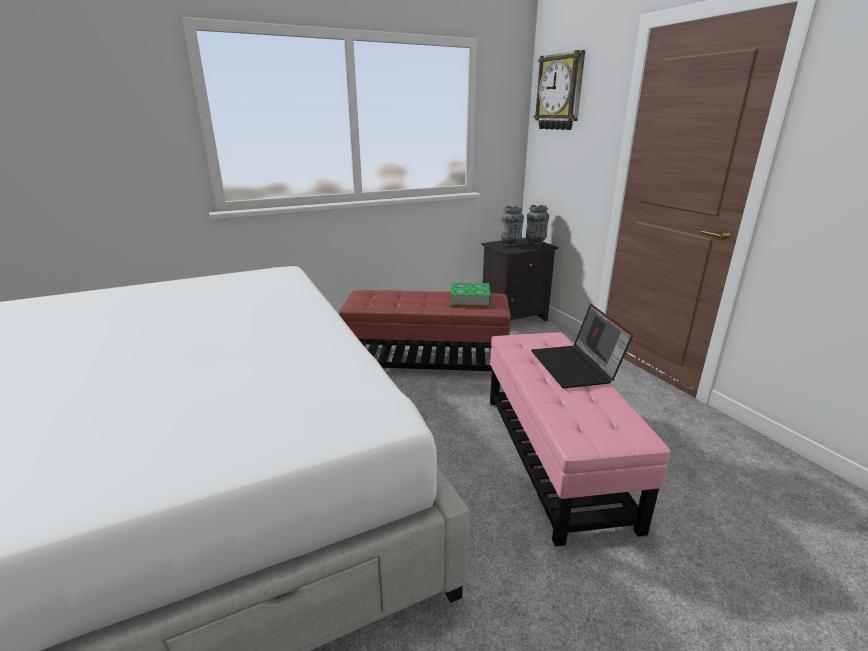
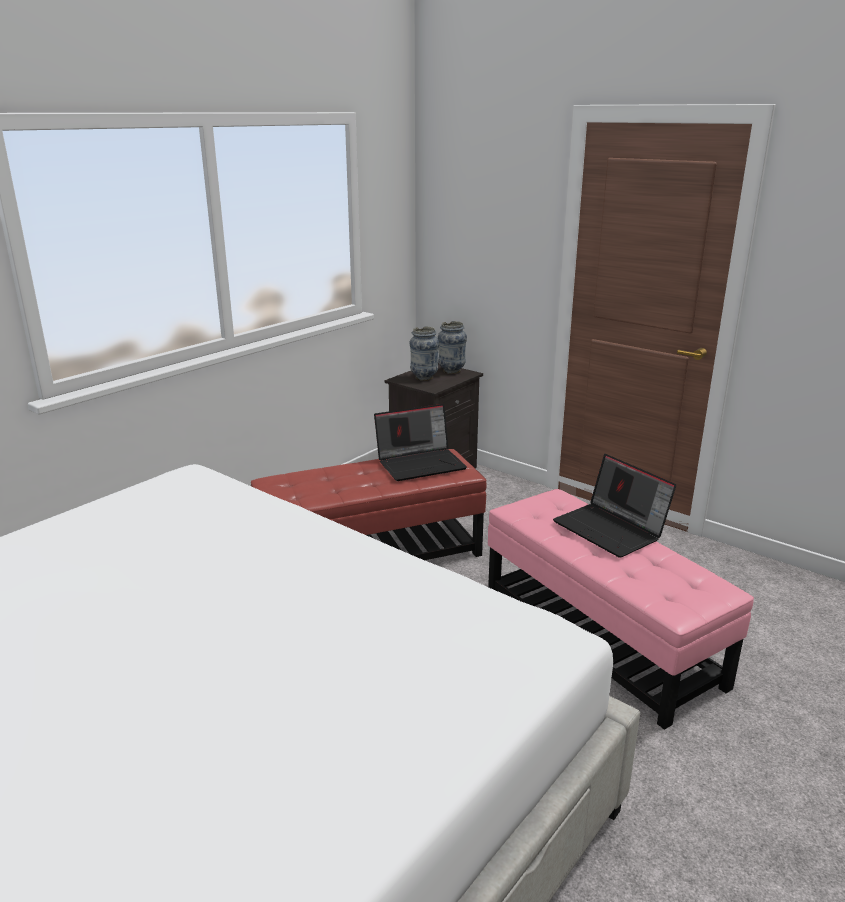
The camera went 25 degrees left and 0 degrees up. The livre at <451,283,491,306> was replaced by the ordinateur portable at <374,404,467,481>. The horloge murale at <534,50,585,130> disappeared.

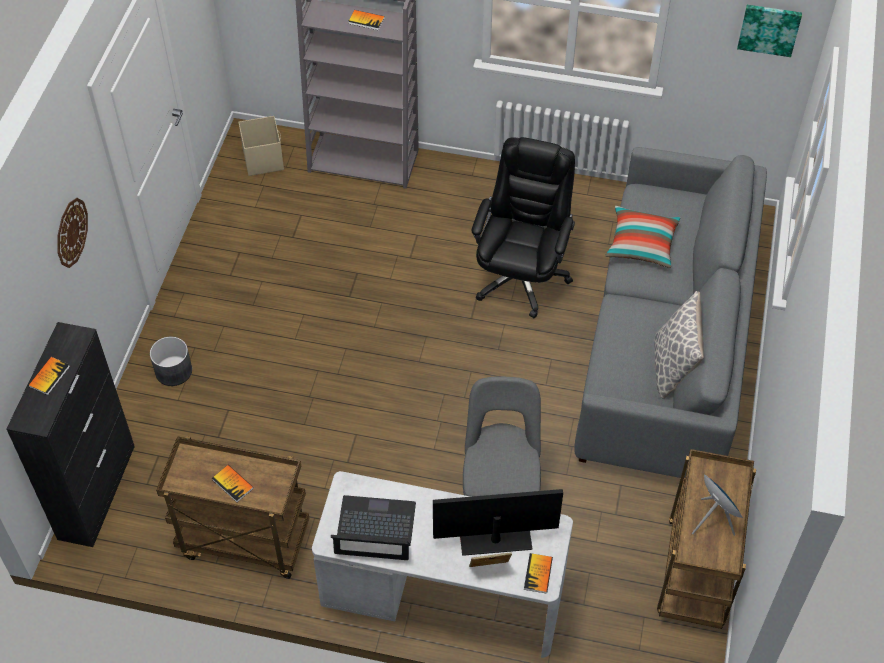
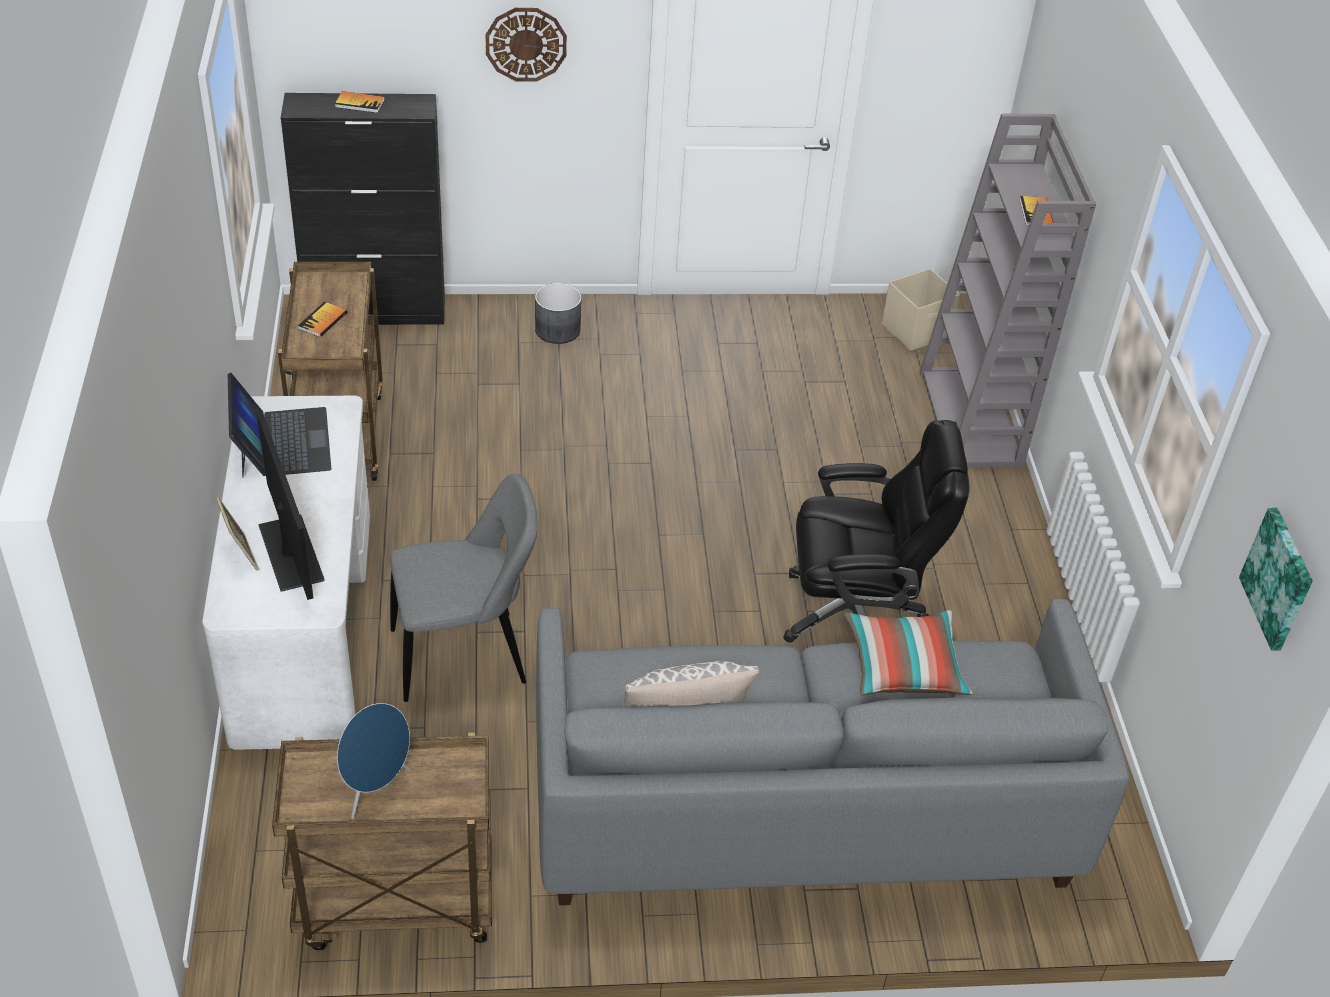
The camera went 70 degrees right and 10 degrees down. The livre at <524,553,553,594> disappeared.

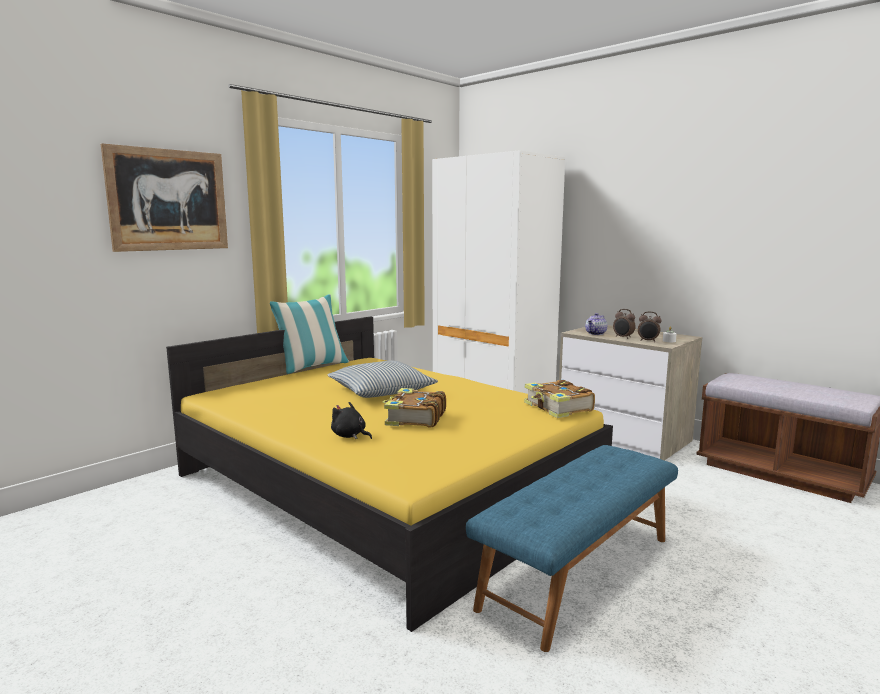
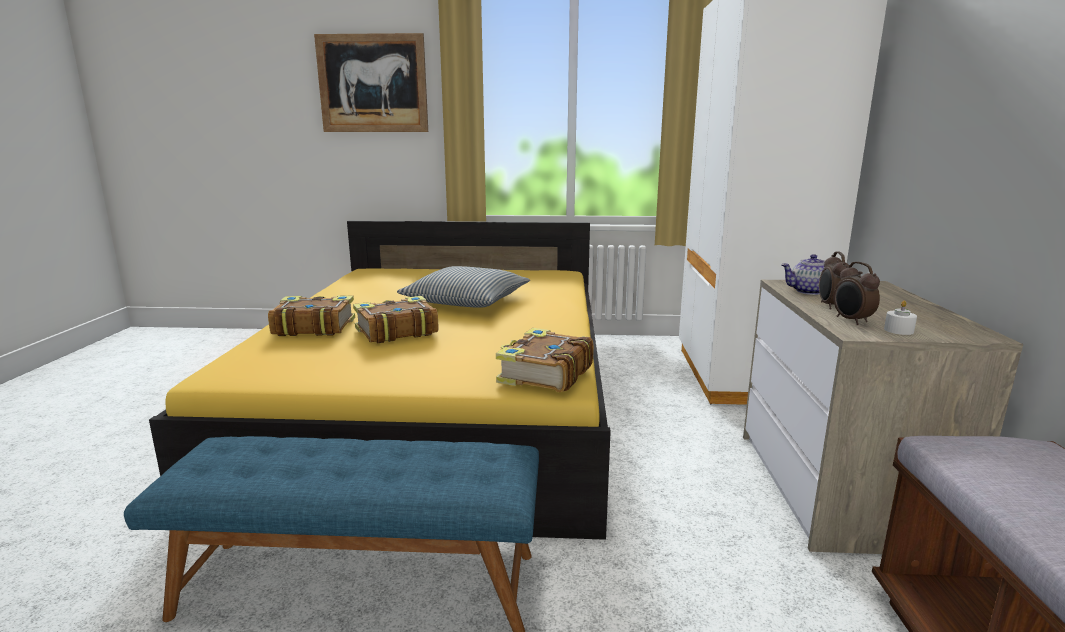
The camera went 50 degrees right and 5 degrees up. The peluche/noir at <331,402,372,439> was replaced by the livre at <268,295,355,336>. The coussin at <270,294,349,374> disappeared.

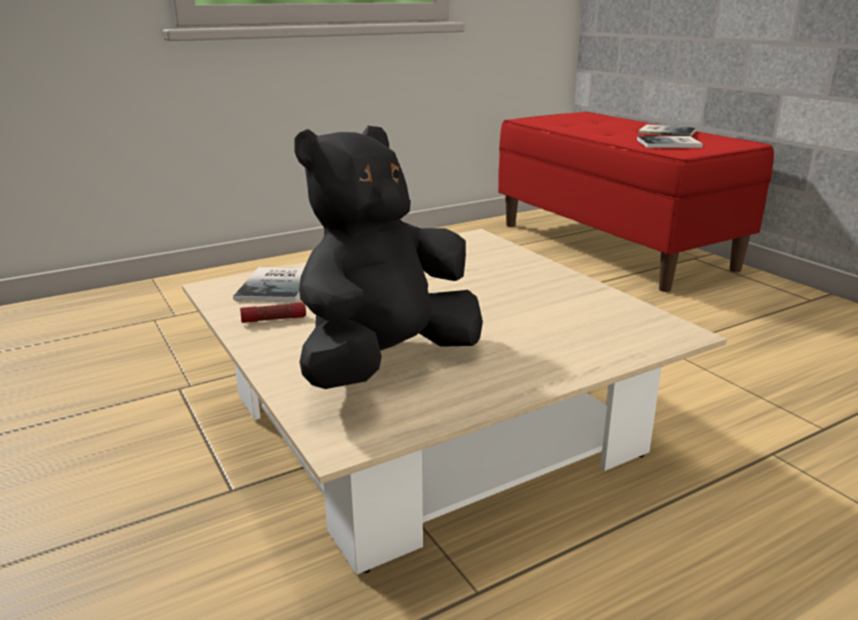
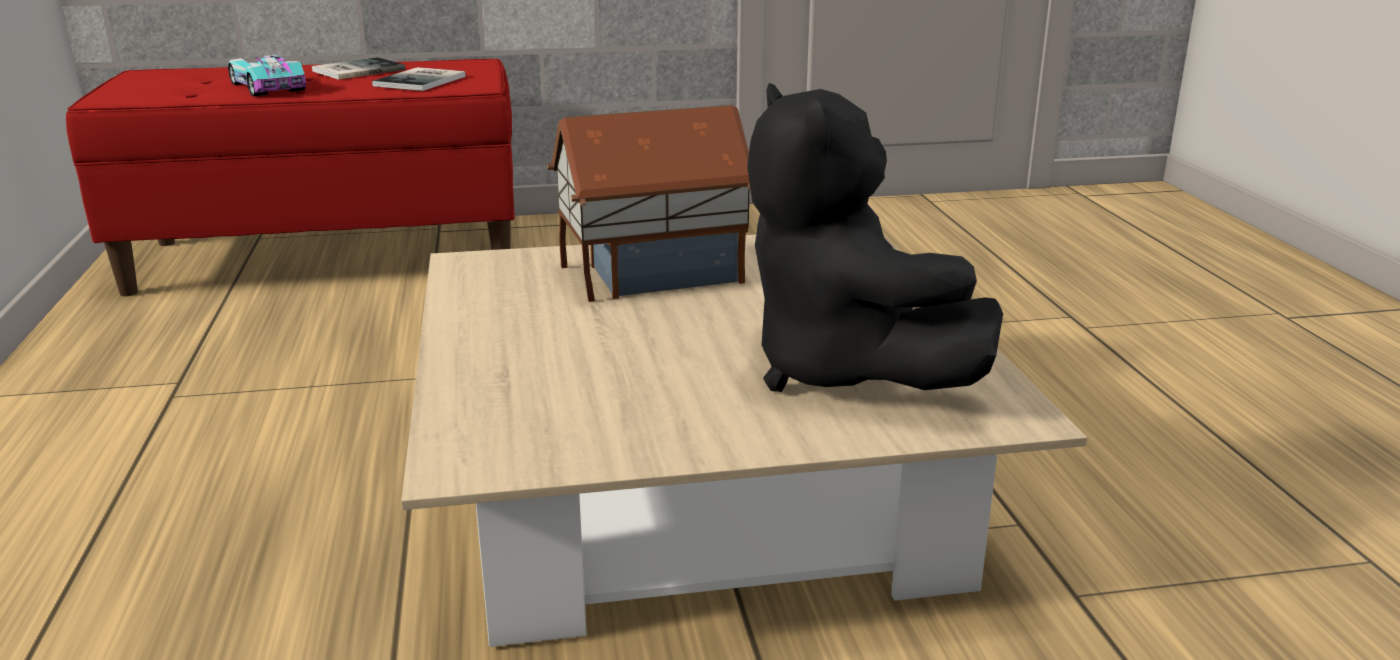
The camera went 70 degrees left and 0 degrees up. The petite voiture at <228,55,307,97> appeared. The maison miniature at <547,105,750,302> appeared. The livre at <233,267,304,302> disappeared. The lampe de poche at <240,302,306,323> disappeared.

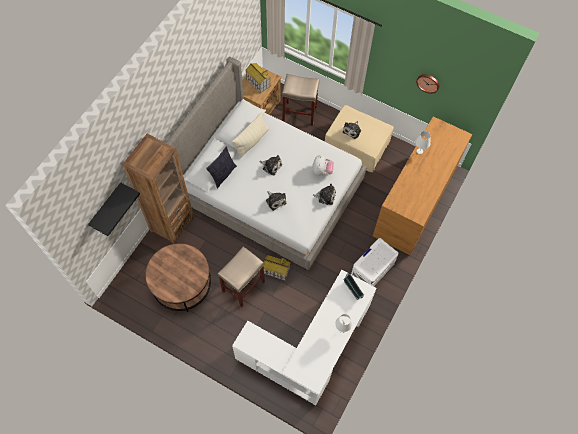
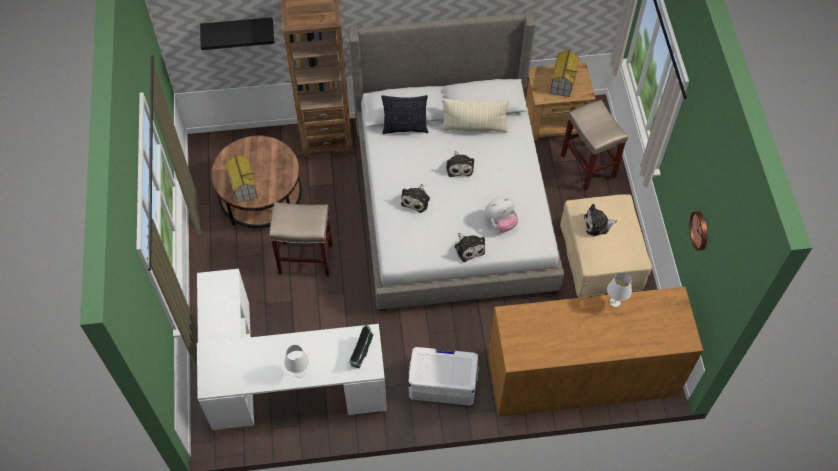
The camera went 55 degrees right and 5 degrees down. The maison miniature moved from <264,255,291,281> to <225,154,258,203>.

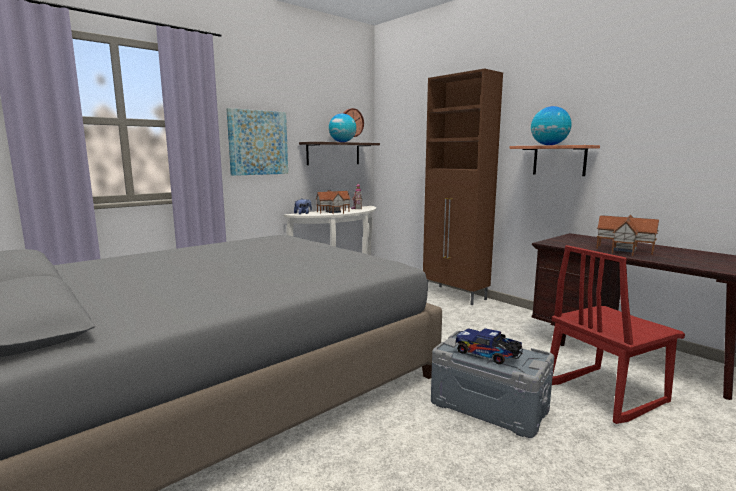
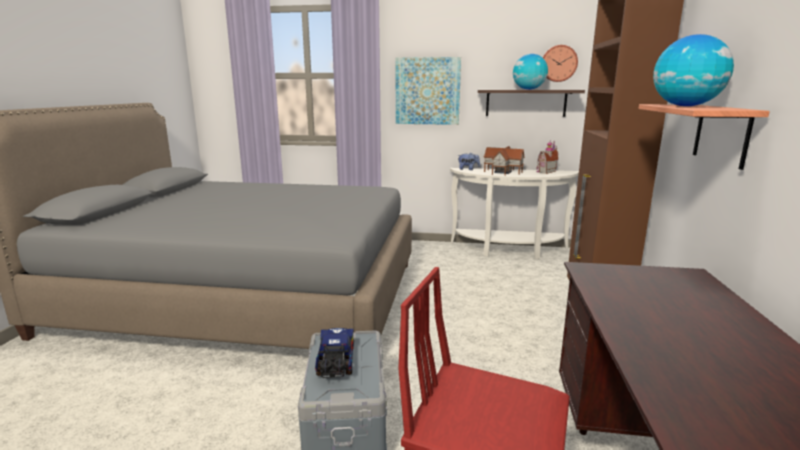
The camera went 50 degrees right and 5 degrees up. The maison miniature at <596,215,659,256> disappeared.

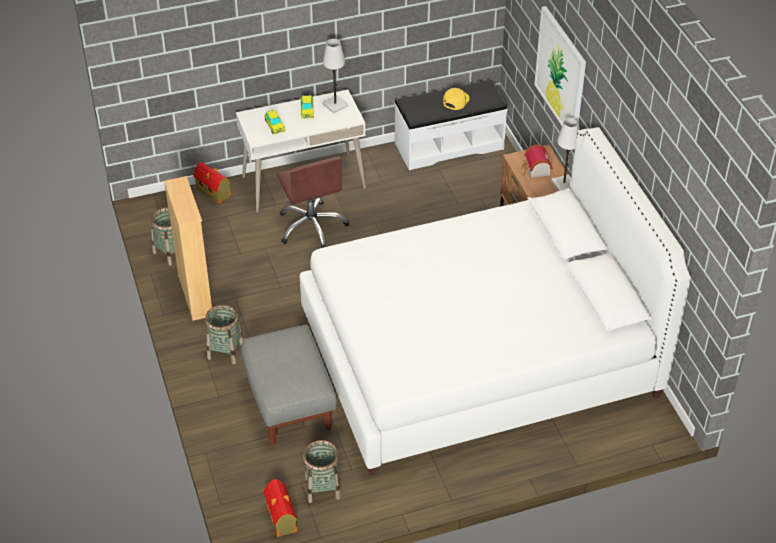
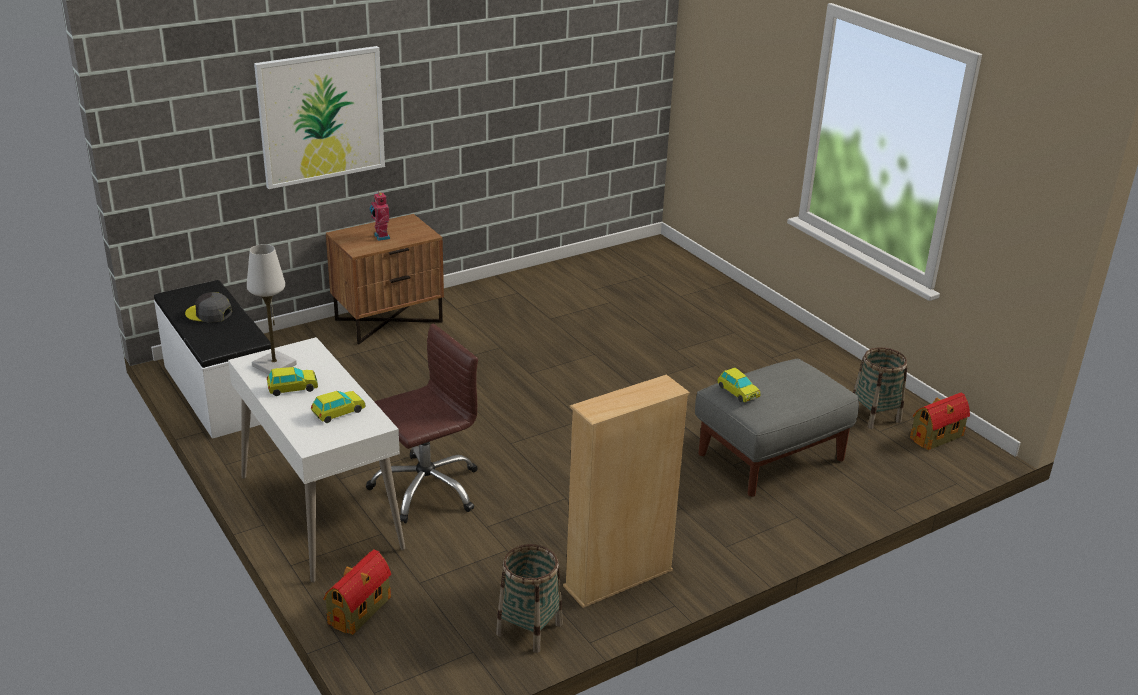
The camera went 105 degrees left and 15 degrees down. The casquette/jaune at <443,88,470,110> became the casquette/gris at <185,292,232,323>. The maison miniature at <521,145,553,178> was replaced by the robot jouet at <369,191,390,241>. The petite voiture at <718,367,761,402> appeared. The panier at <205,305,243,364> disappeared. The lit/blanc at <300,127,691,476> disappeared. The lampe de table/blanc at <551,118,580,191> disappeared.

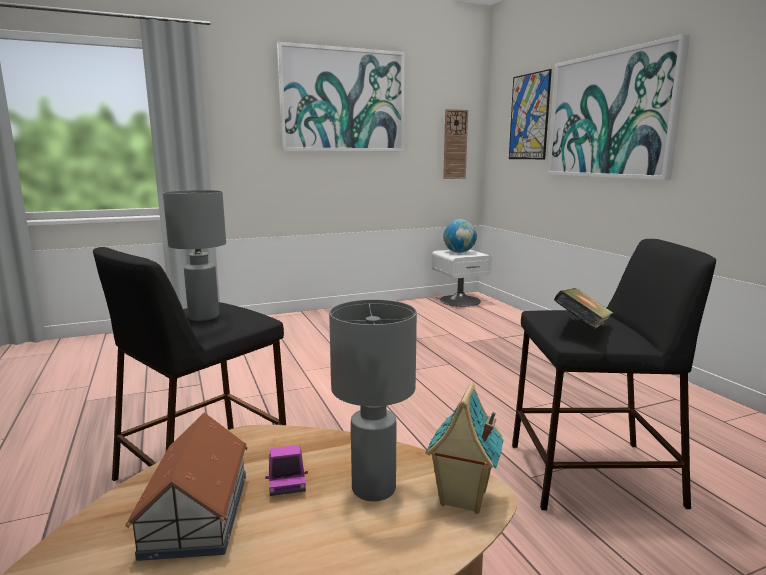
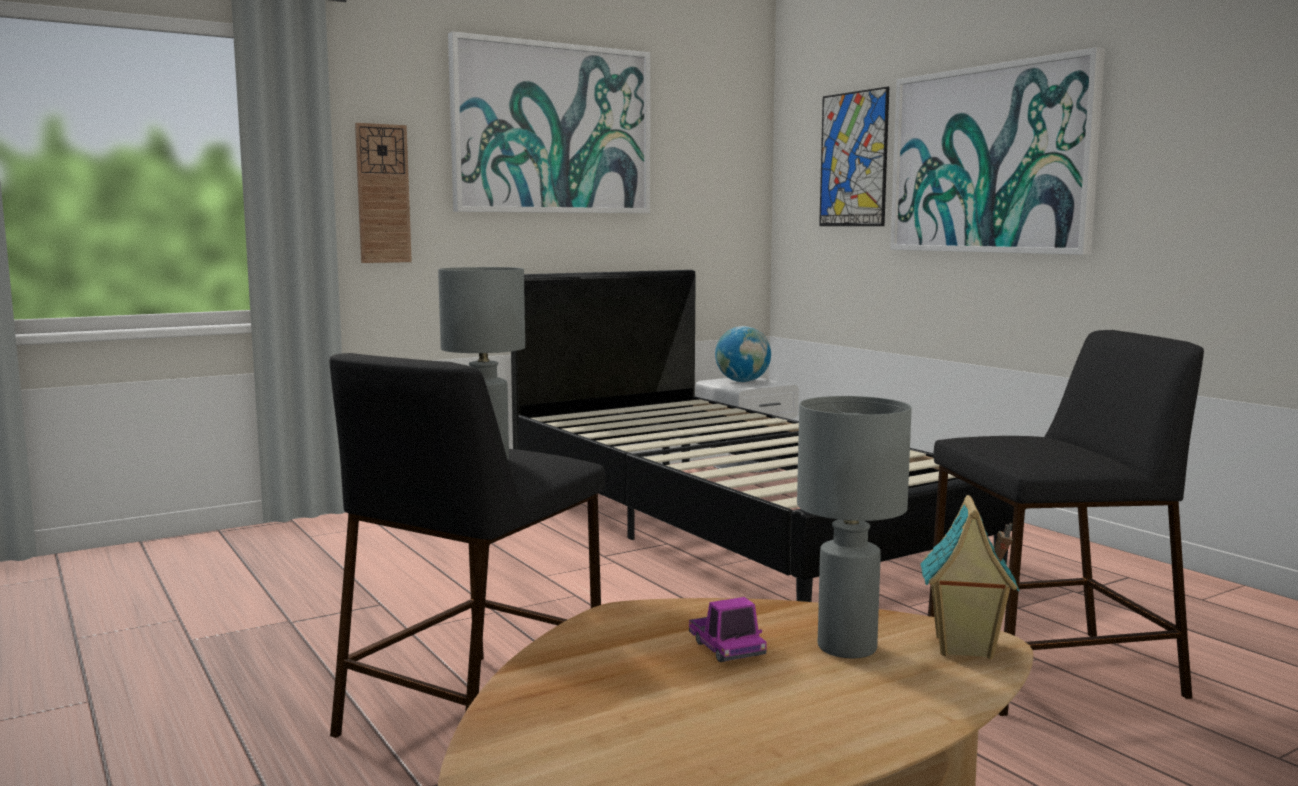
The camera went 10 degrees left and 5 degrees down. The horloge murale moved from <443,109,468,179> to <355,123,412,263>. The lit/noir at <511,270,1014,602> appeared. The maison miniature at <125,413,248,561> disappeared. The livre at <554,288,613,329> disappeared.

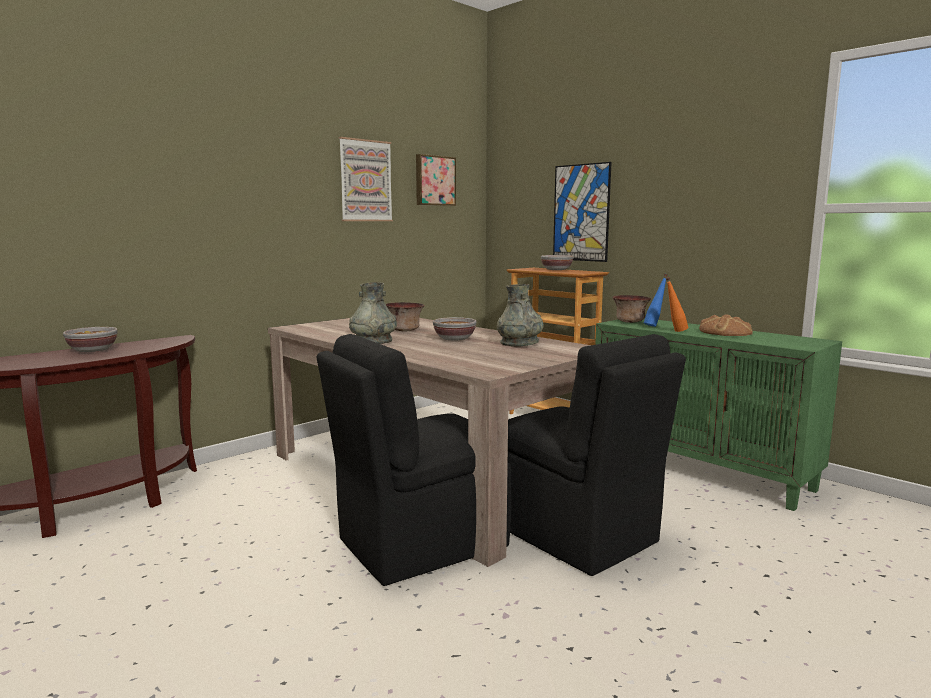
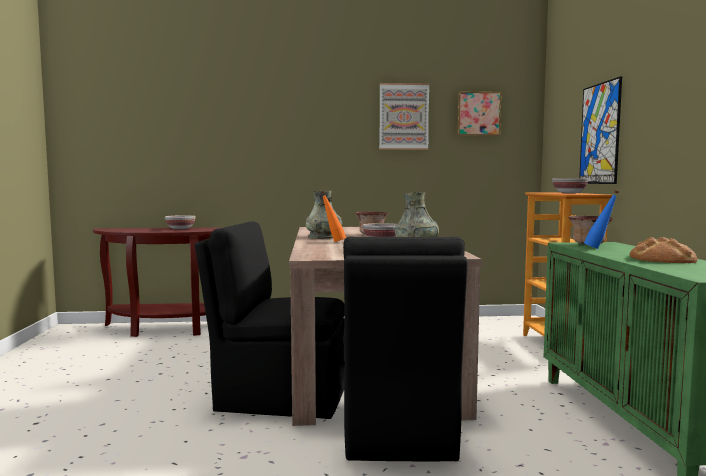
The camera went 40 degrees right and 5 degrees down. The bouteille/orange moved from <666,277,688,332> to <321,191,346,242>.

